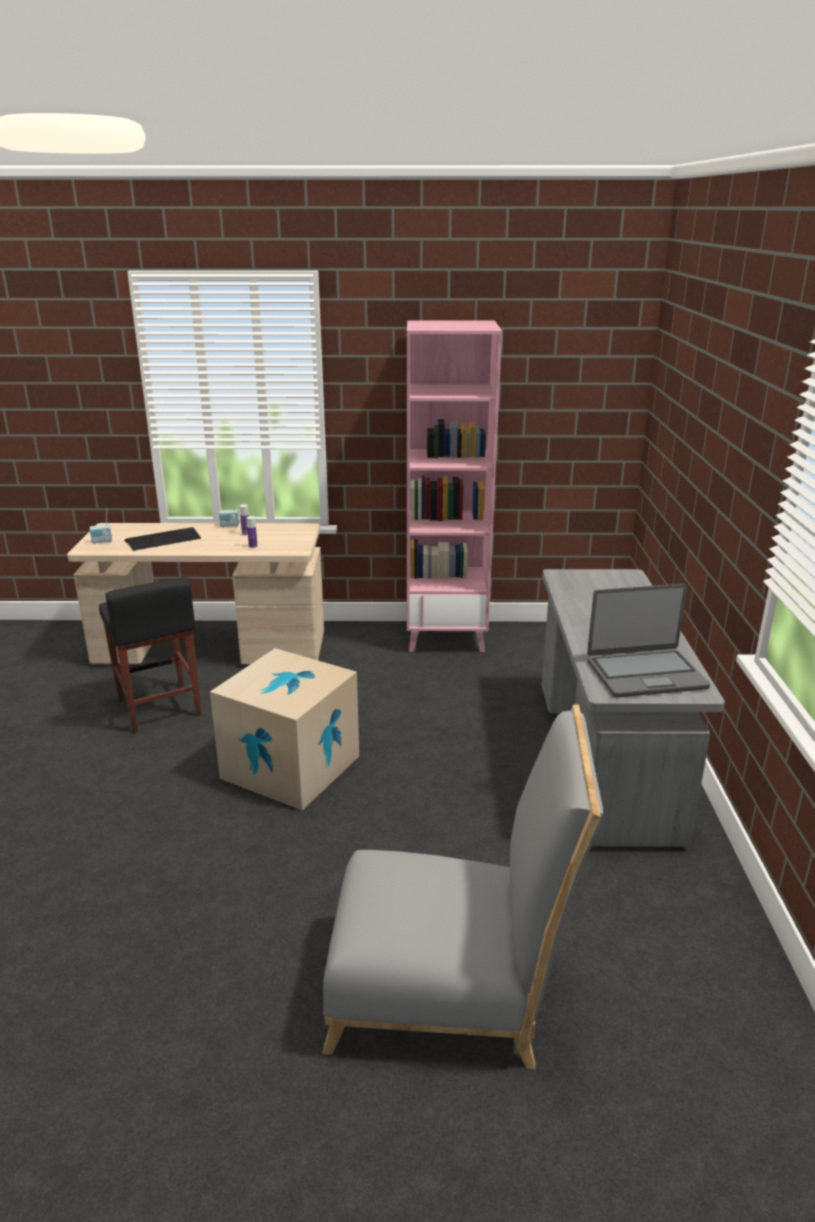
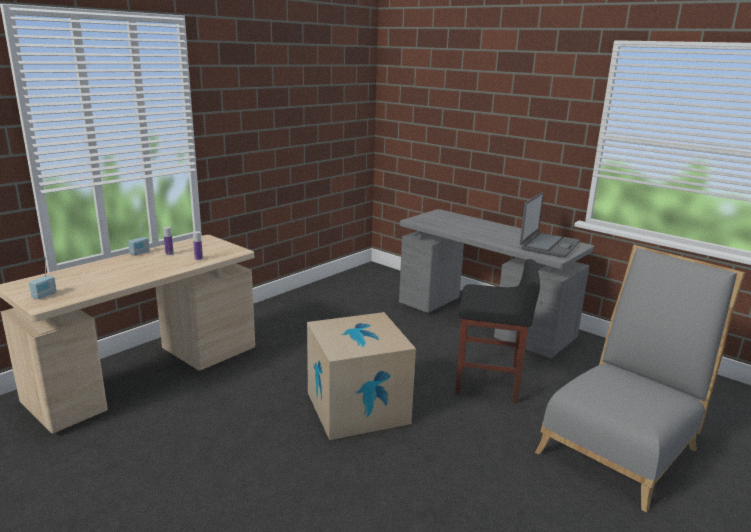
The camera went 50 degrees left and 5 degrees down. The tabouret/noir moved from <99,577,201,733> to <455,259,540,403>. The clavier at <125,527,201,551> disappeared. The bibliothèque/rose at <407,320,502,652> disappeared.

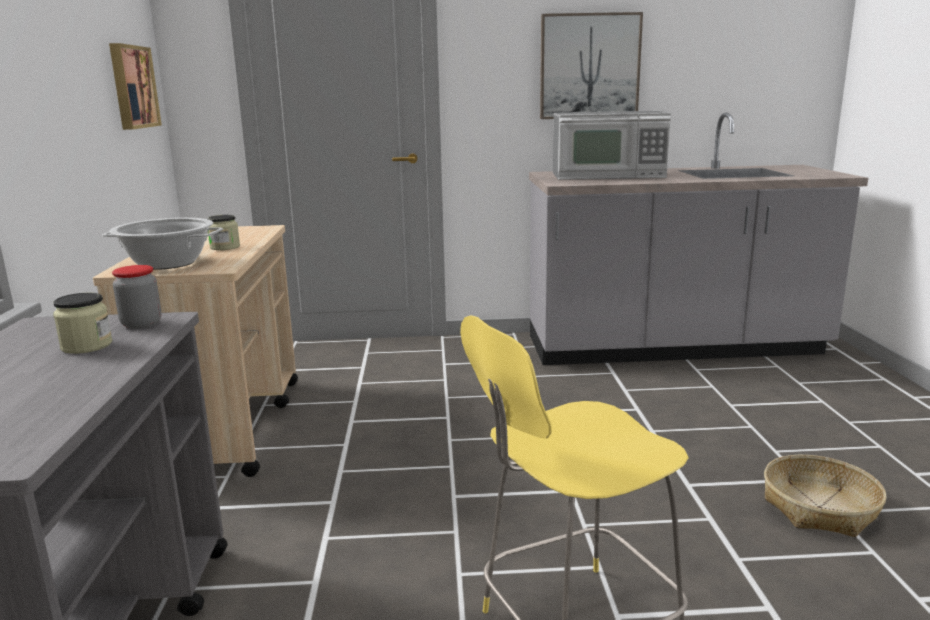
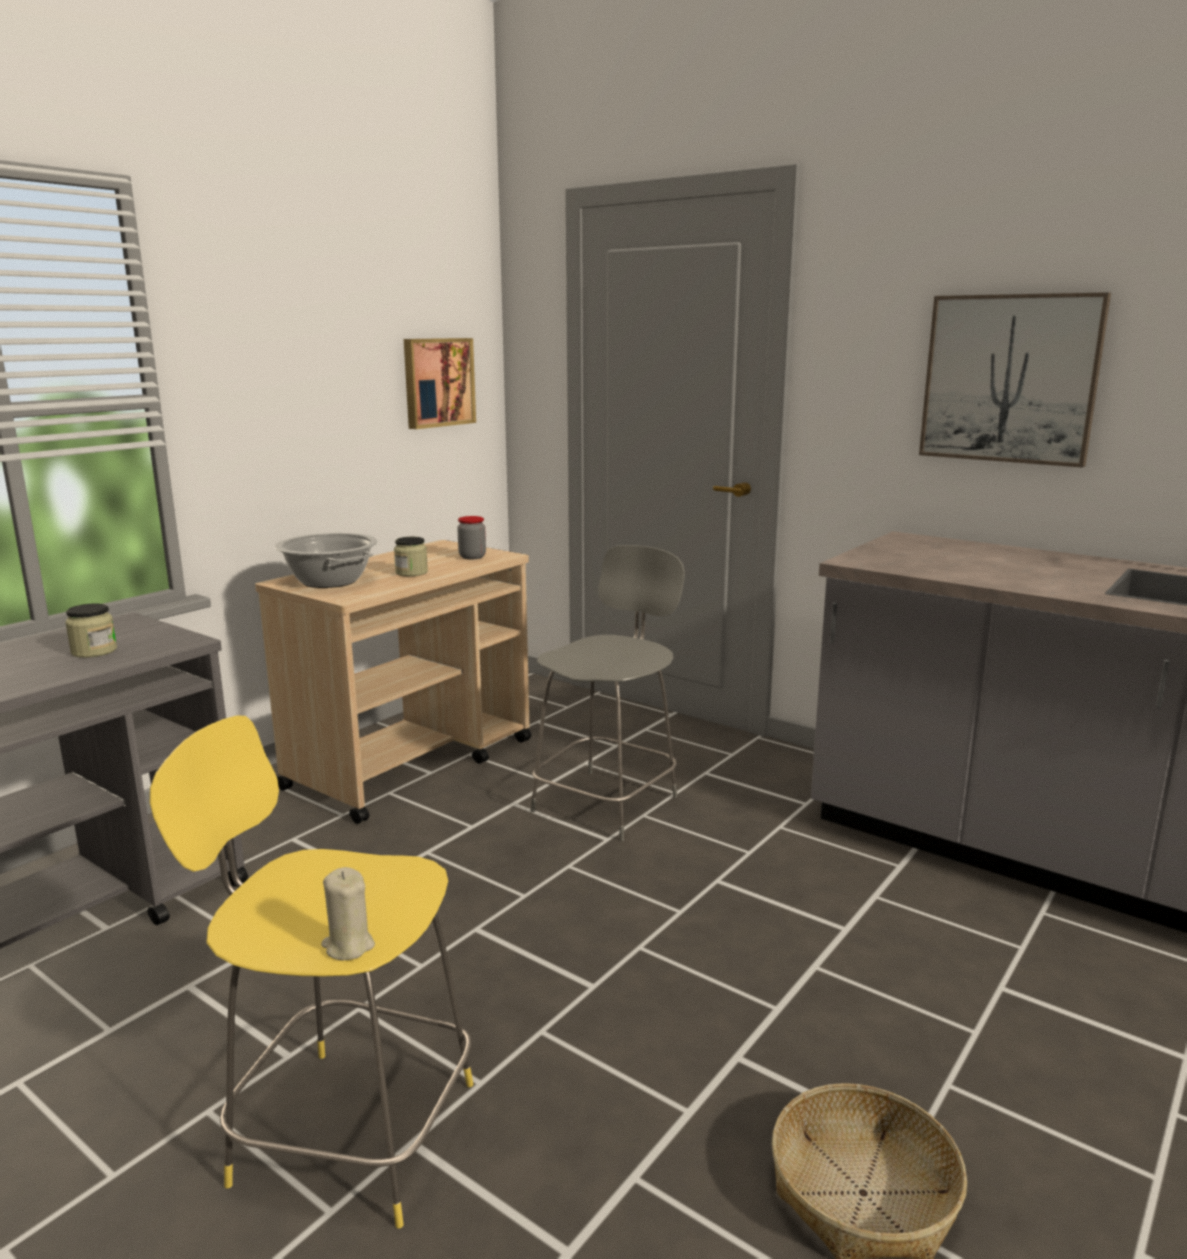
The camera went 40 degrees right and 0 degrees up. The bougie/beige at <321,867,375,961> appeared. The bocal moved from <112,265,161,329> to <457,516,486,560>. The tabouret/gris at <530,545,685,841> appeared. The micro-ondes at <553,111,671,180> disappeared.

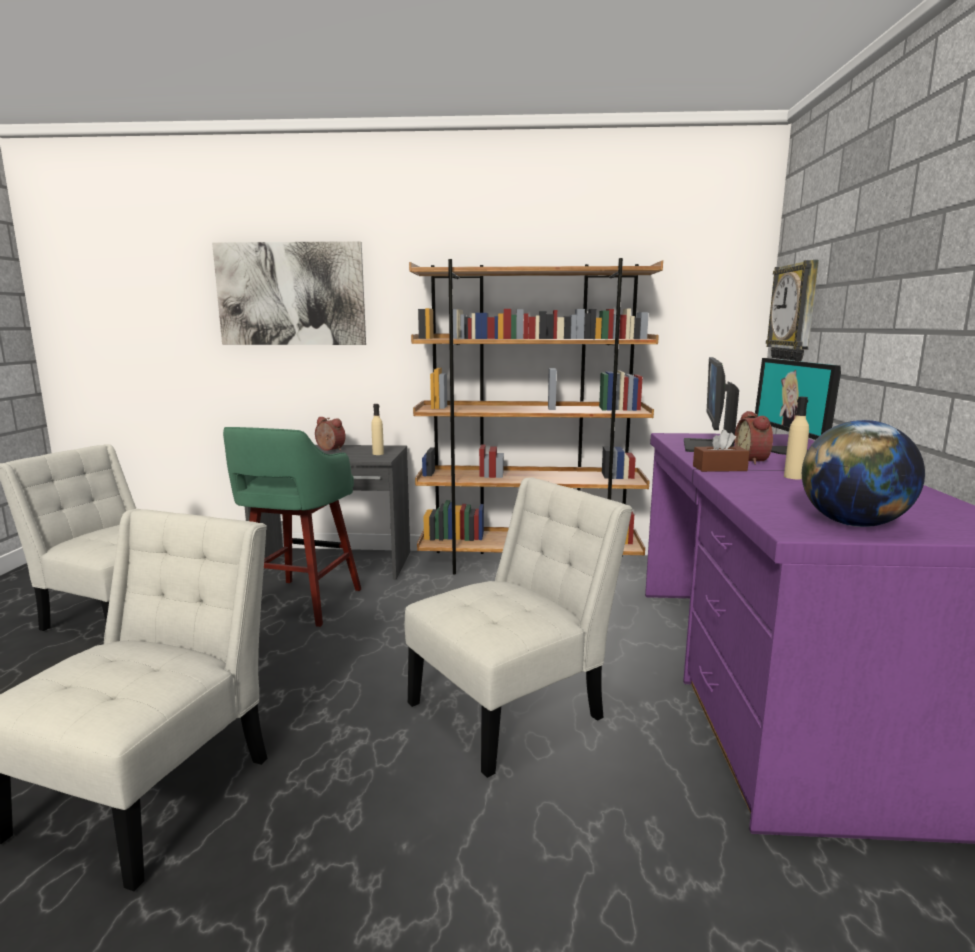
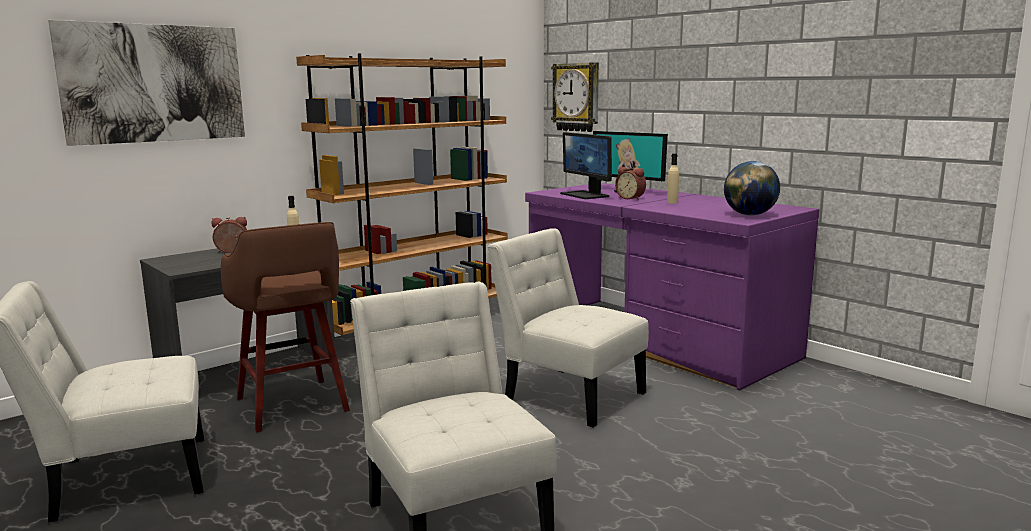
The camera went 45 degrees left and 0 degrees up. The tabouret/vert at <223,427,361,627> became the tabouret/marron at <221,222,350,432>. The chaise/blanc at <405,477,633,778> turned 60 degrees counterclockwise. The boîte à mouchoirs/marron at <693,430,750,472> disappeared.

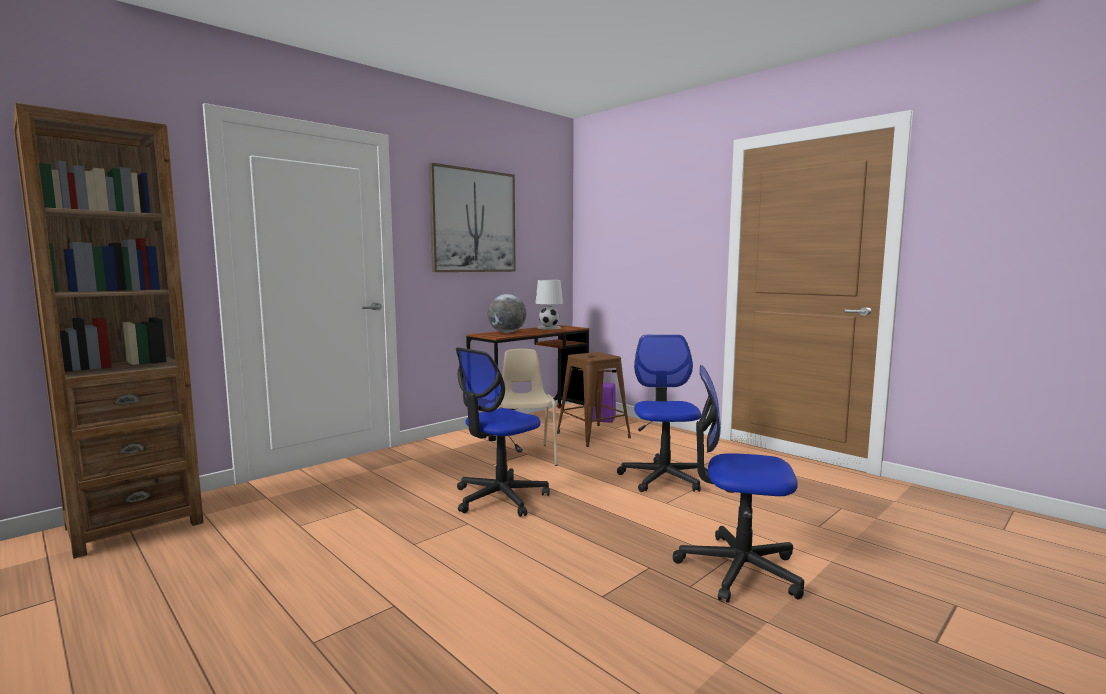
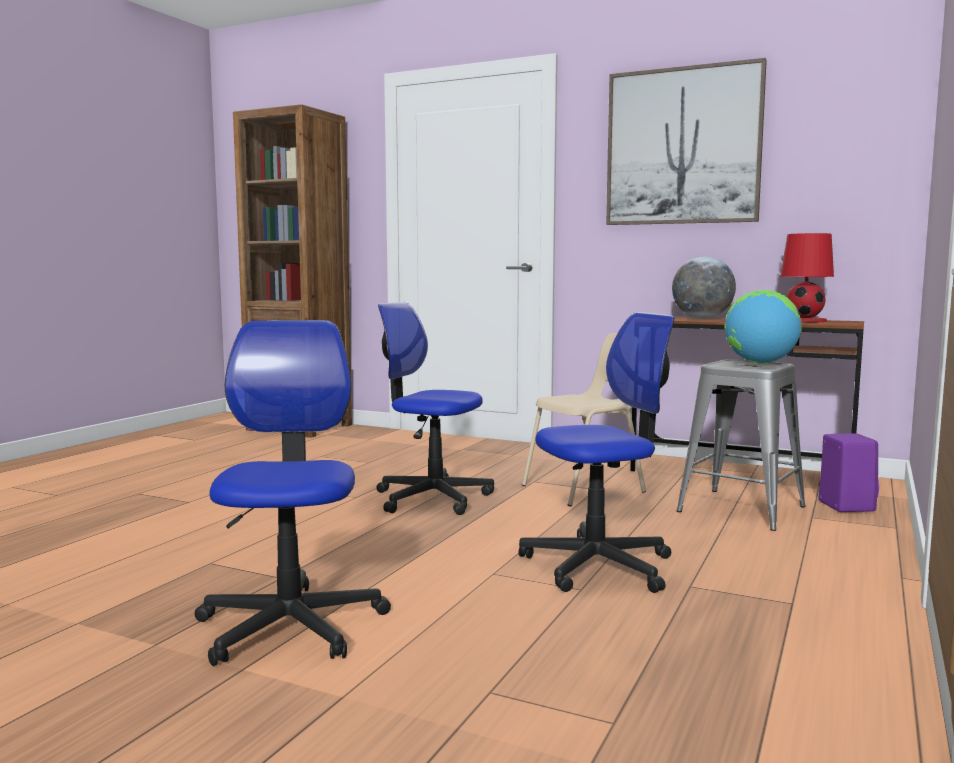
The camera went 70 degrees right and 0 degrees up. The tabouret/marron at <557,352,631,447> became the tabouret/gris at <676,359,806,531>. The globe at <724,290,802,364> appeared. The lampe de table/blanc at <535,280,563,329> became the lampe de table/rouge at <780,233,834,322>.

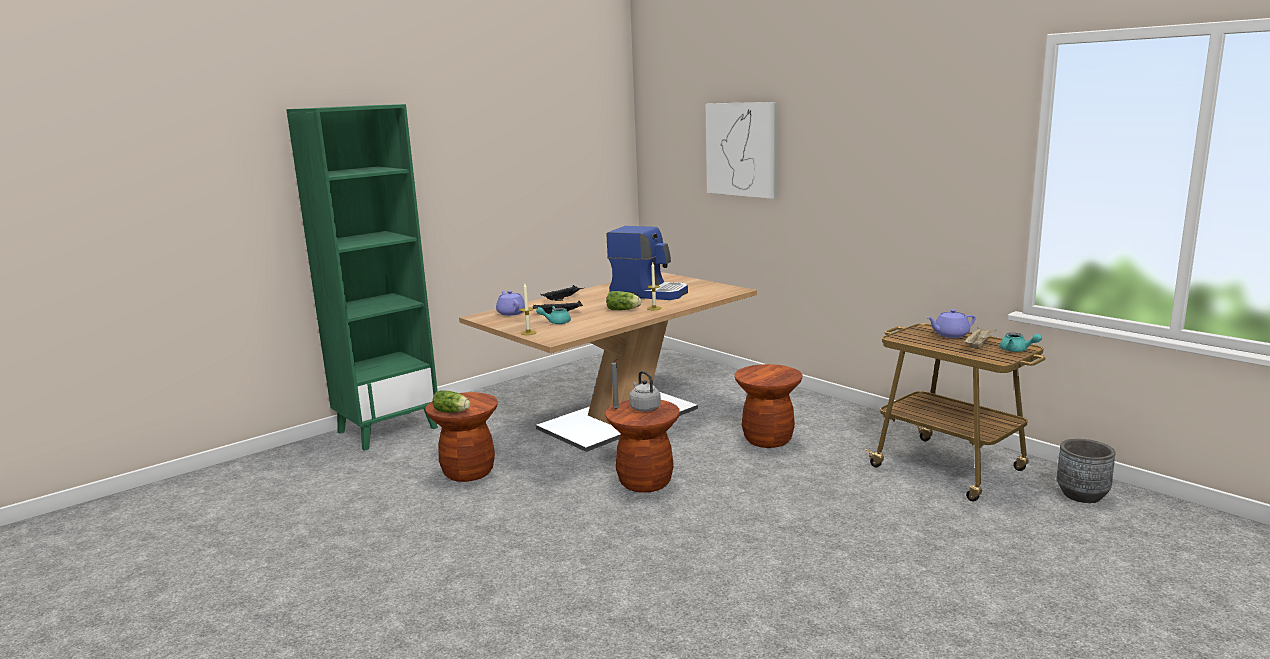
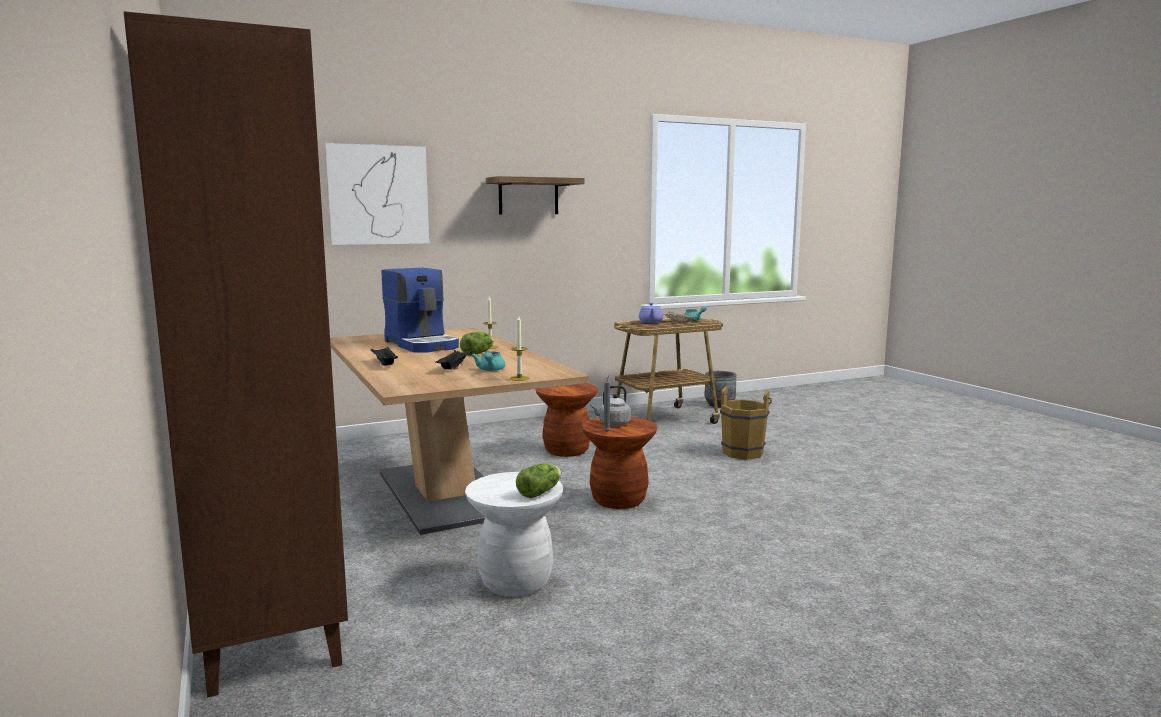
The camera went 75 degrees left and 5 degrees down. The bibliothèque/vert at <286,104,438,451> became the bibliothèque/marron at <124,11,348,698>. The machine à café at <607,226,688,300> turned 105 degrees clockwise. The tabouret/marron at <425,392,498,482> became the tabouret/blanc at <465,472,563,597>. The étagère at <486,176,585,214> appeared. The seau/marron at <720,387,772,460> appeared. The théière/violet at <496,290,525,316> disappeared.

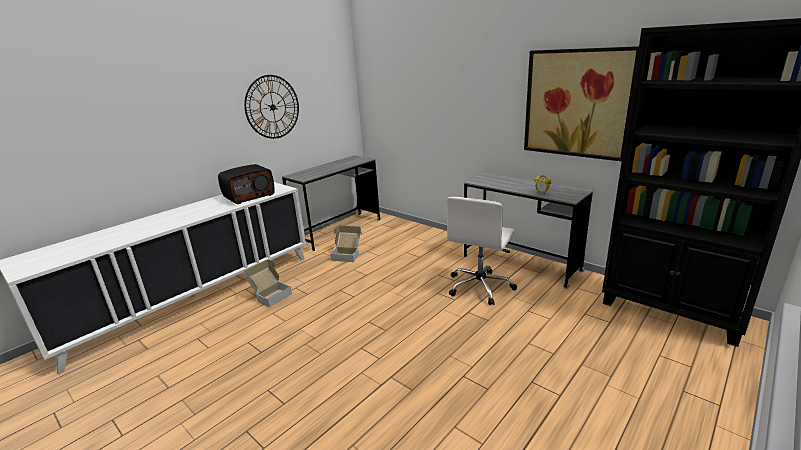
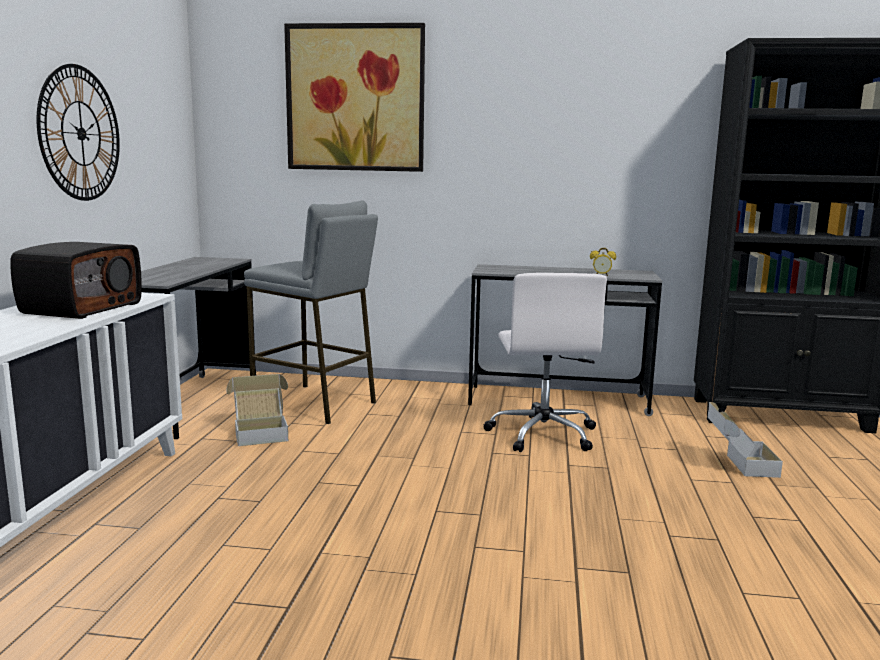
The camera went 35 degrees left and 10 degrees down. The tabouret/gris at <244,200,378,424> appeared. The tableau moved from <524,46,639,161> to <284,23,425,172>. The carton moved from <244,260,292,307> to <708,402,783,478>.

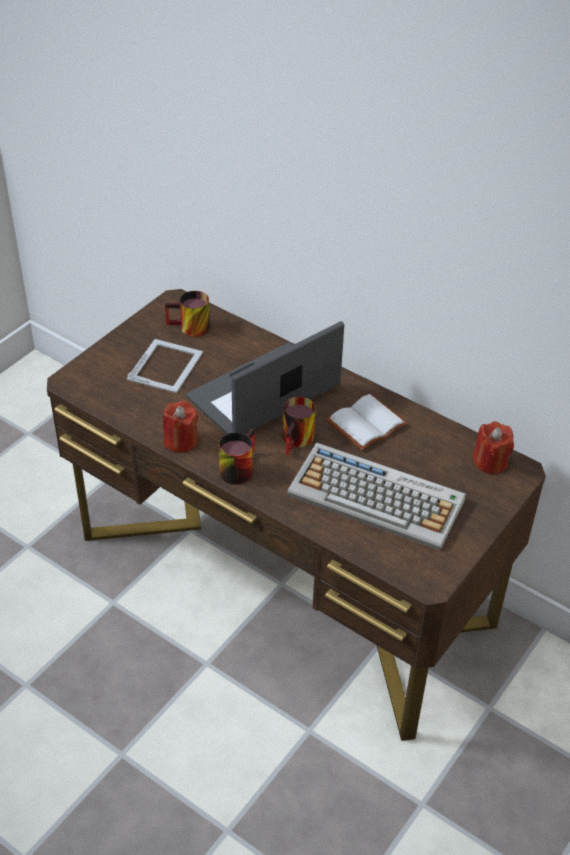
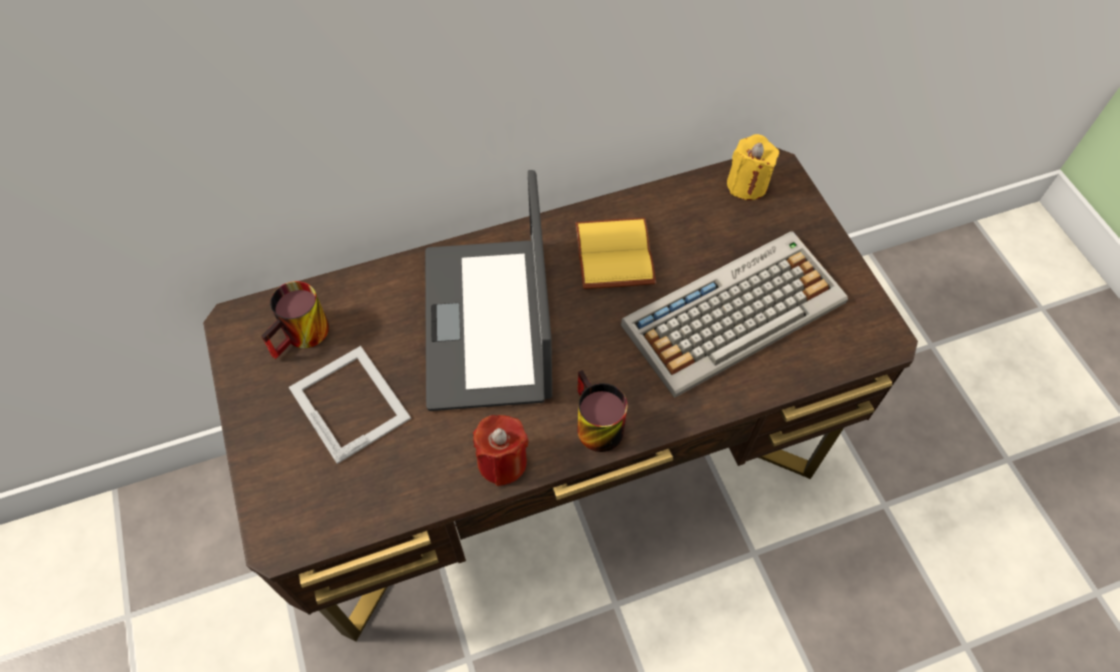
The camera went 55 degrees left and 15 degrees up. The livre/blanc at <326,394,408,451> became the livre/jaune at <575,218,656,289>. The bougie/rouge at <473,421,514,474> became the bougie/jaune at <727,134,779,200>. The mug at <283,397,316,455> disappeared.

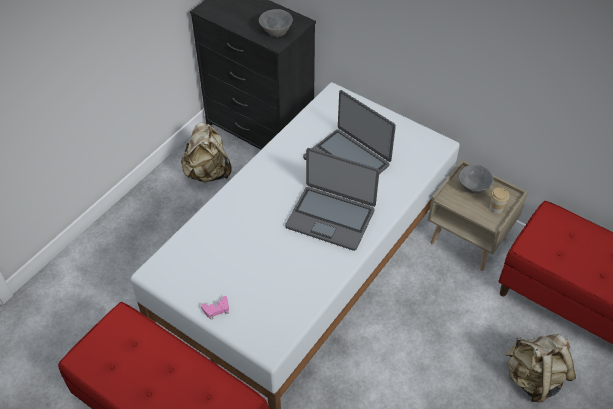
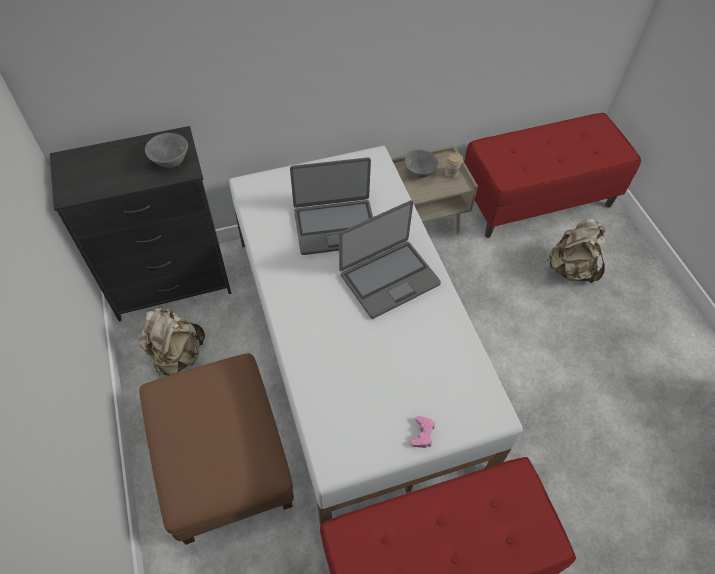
The camera went 55 degrees left and 5 degrees up. The pouf/marron at <139,353,294,545> appeared.

